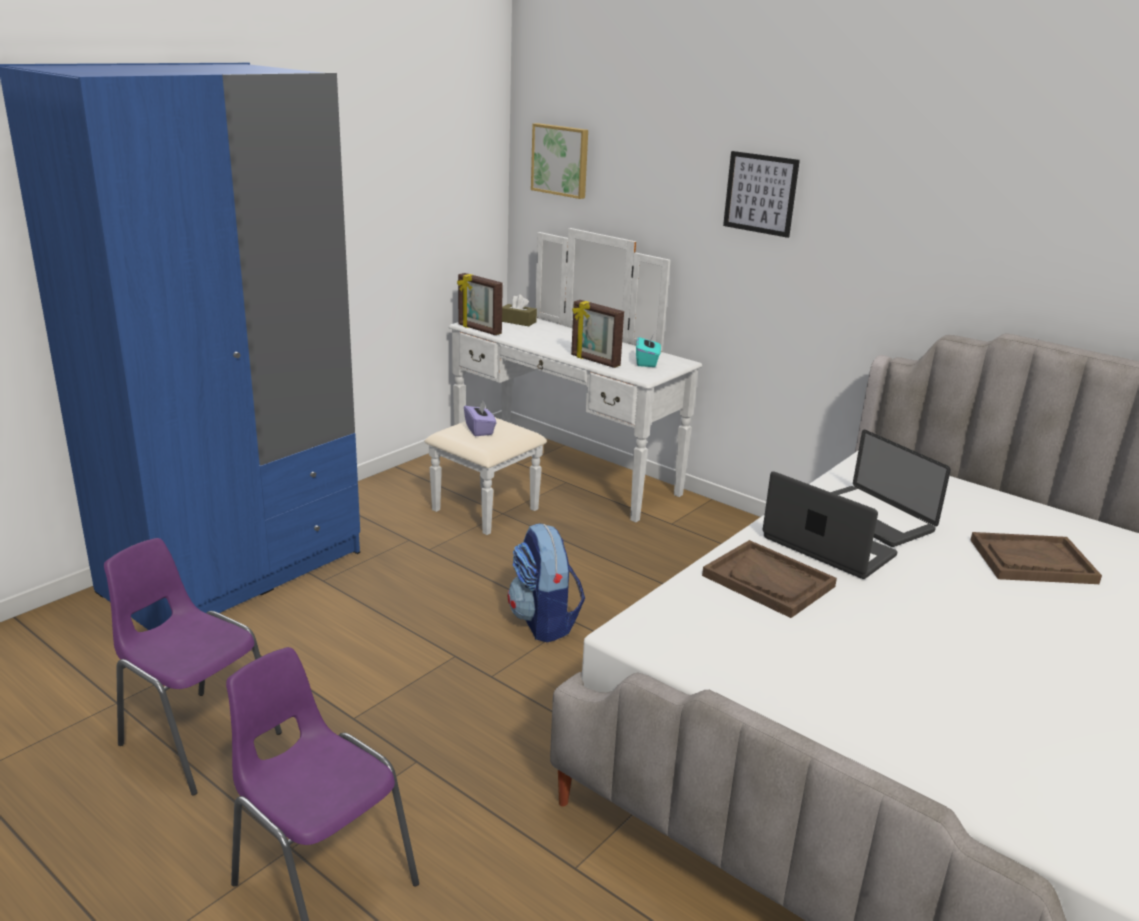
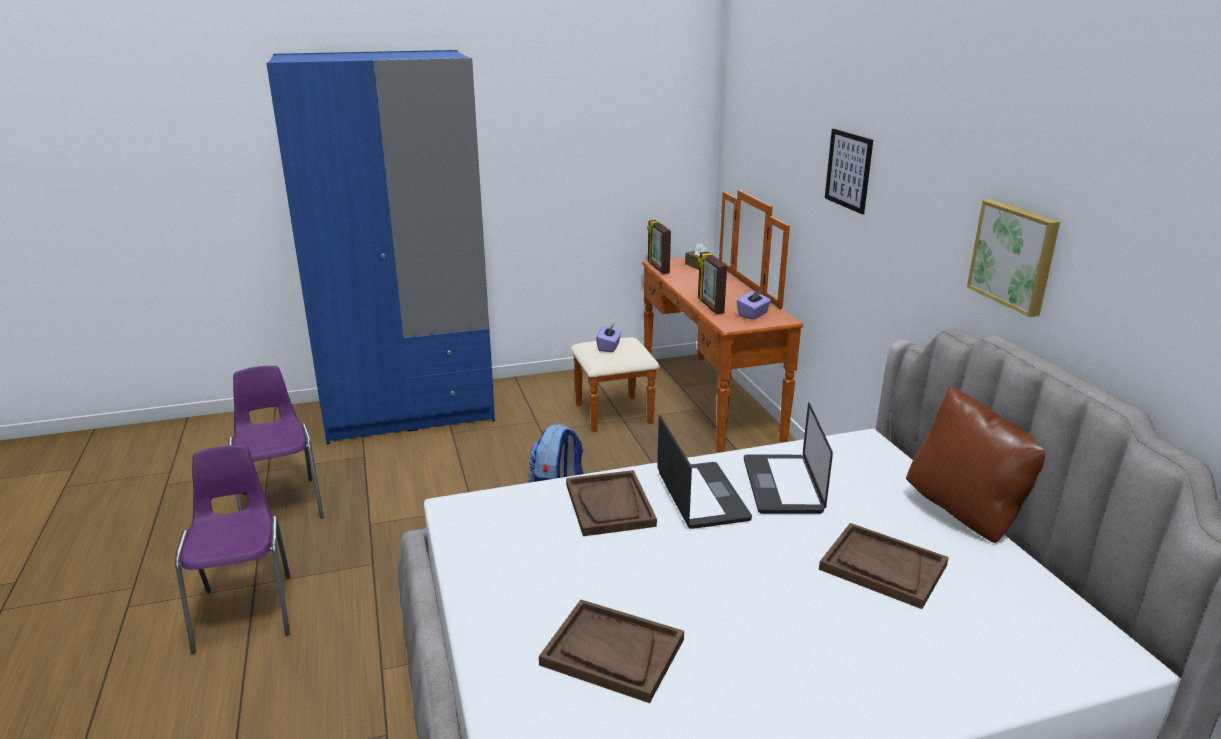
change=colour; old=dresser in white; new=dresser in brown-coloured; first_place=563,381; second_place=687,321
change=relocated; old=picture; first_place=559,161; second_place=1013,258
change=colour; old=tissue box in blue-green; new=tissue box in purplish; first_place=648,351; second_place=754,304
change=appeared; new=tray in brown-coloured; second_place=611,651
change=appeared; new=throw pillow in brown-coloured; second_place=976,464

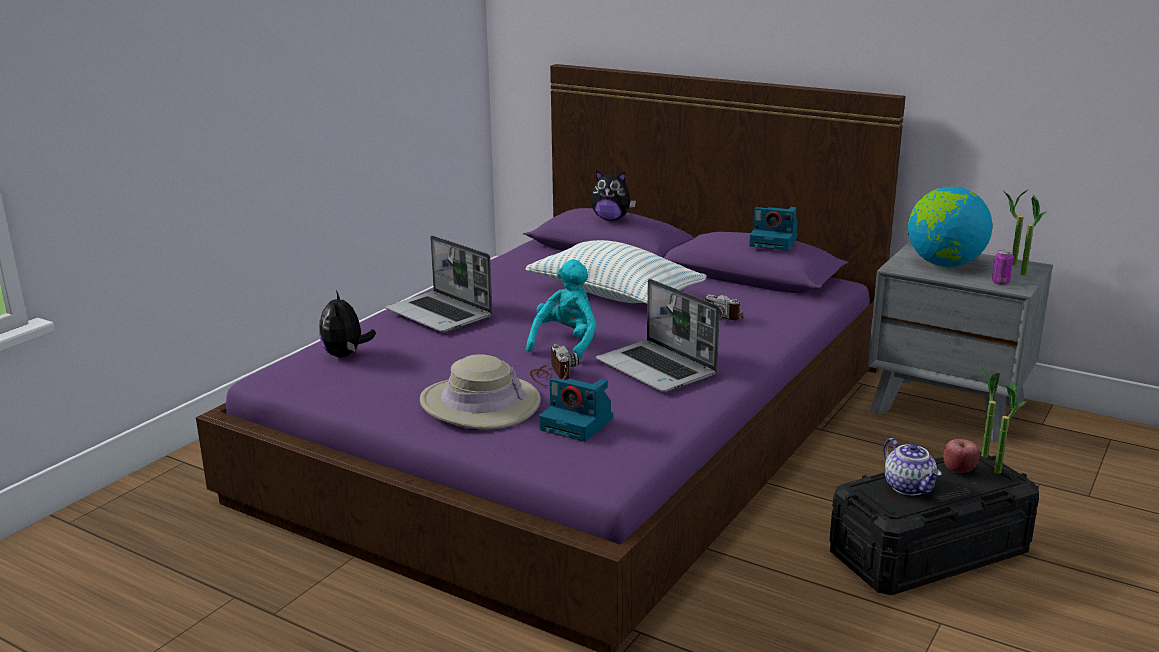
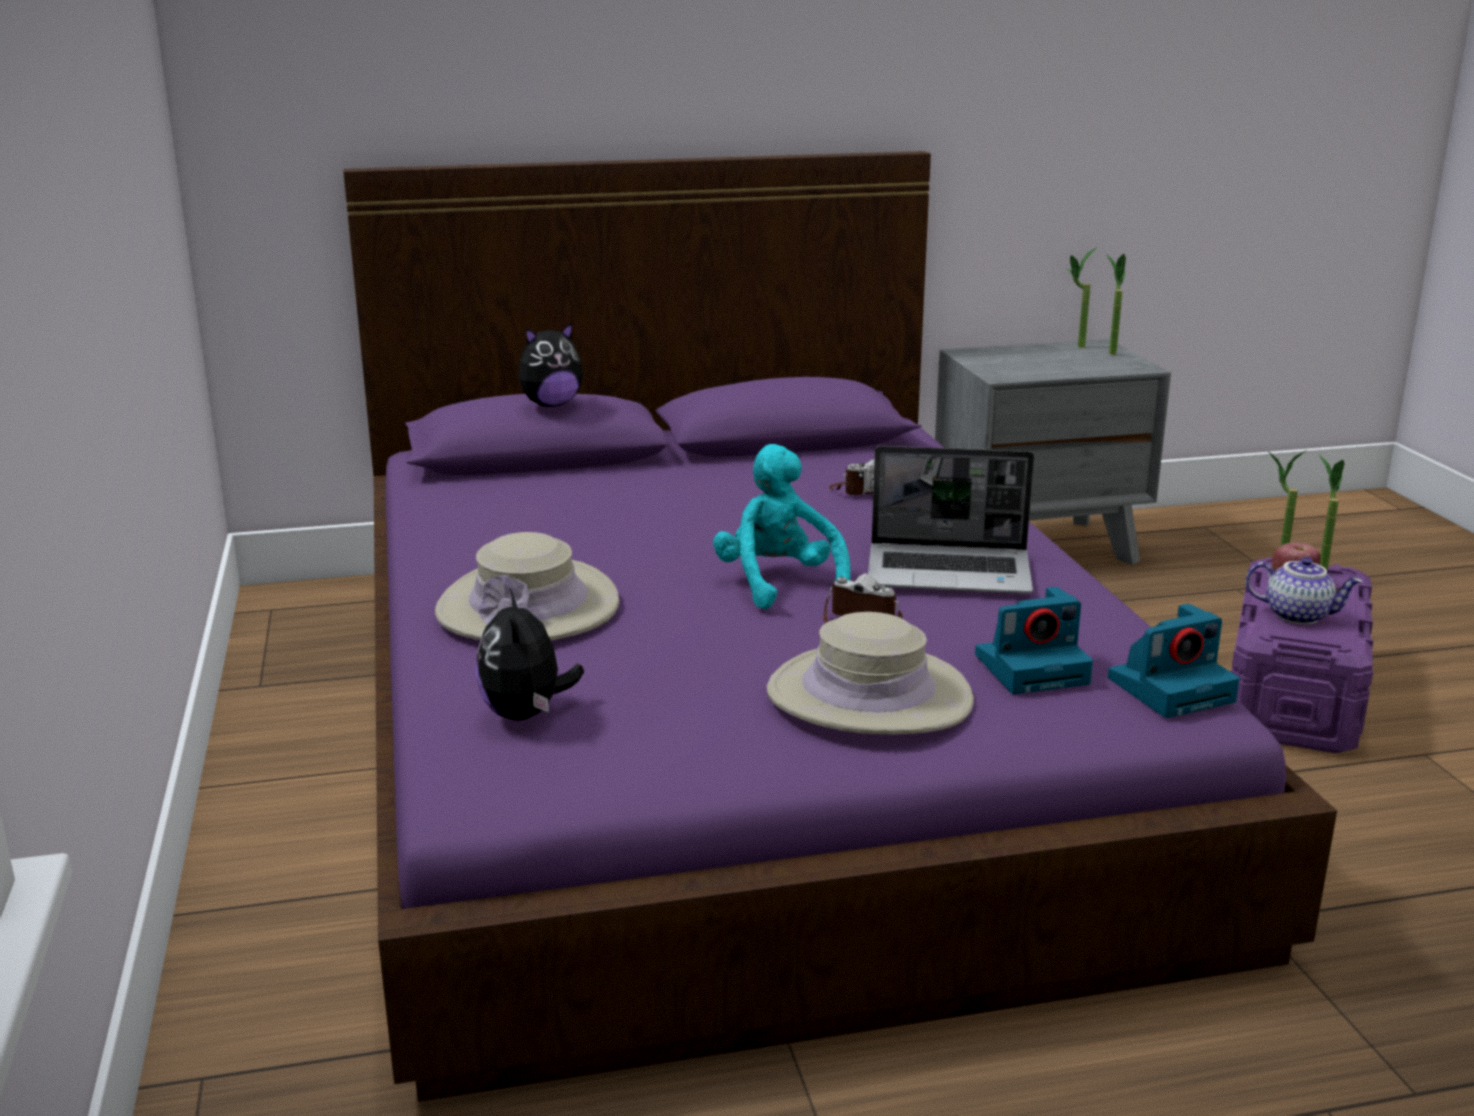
change=spun; old=cuddly toy; first_place=347,323; second_place=530,654; degrees=45
change=exchanged; old=notebook computer; new=wearable hat in sand-coloured; first_place=439,283; second_place=527,586
change=missing; old=throw pillow; first_place=616,272
change=relocated; old=photo camera; first_place=773,229; second_place=1174,660
change=colour; old=storage bin in blackish; new=storage bin in purplish; first_place=934,523; second_place=1302,655
change=missing; old=globe; first_place=950,226
change=missing; old=can; first_place=1003,267

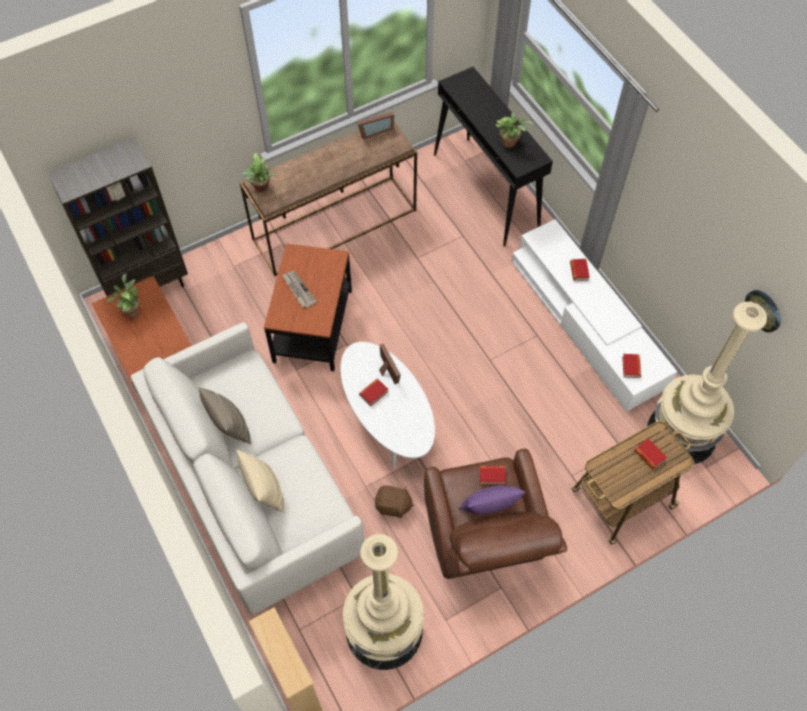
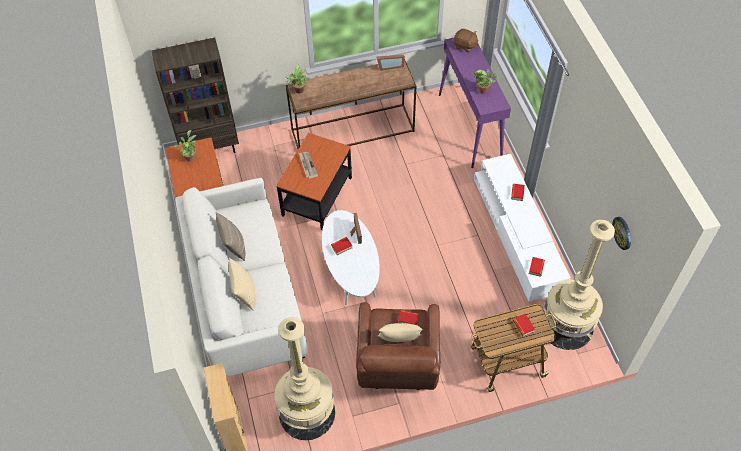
change=relocated; old=cuddly toy in brown-coloured; first_place=394,501; second_place=466,41
change=colour; old=hall table in blackish; new=hall table in purplish; first_place=493,157; second_place=475,103
change=colour; old=throw pillow in purplish; new=throw pillow in sand-coloured; first_place=492,499; second_place=400,332

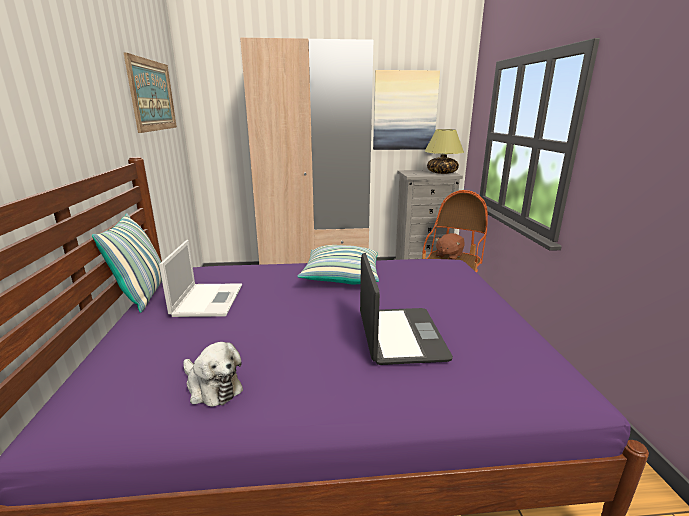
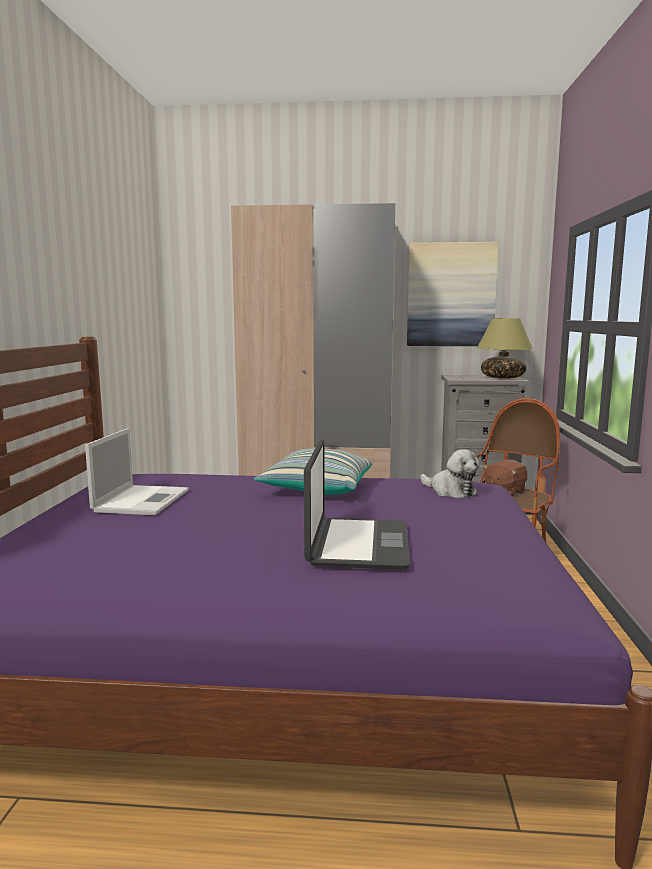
change=missing; old=throw pillow; first_place=127,263
change=missing; old=picture; first_place=150,93
change=relocated; old=cuddly toy; first_place=213,374; second_place=450,473

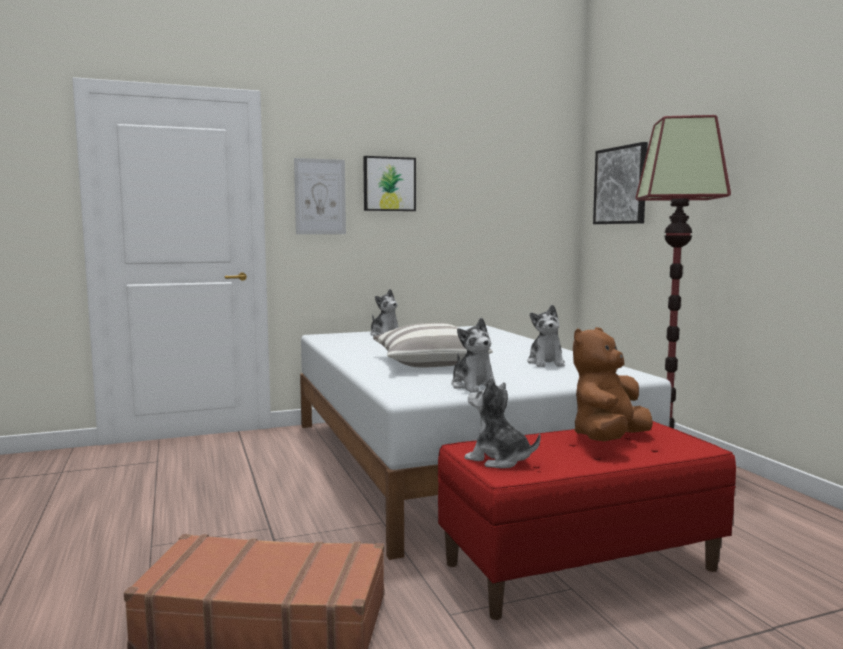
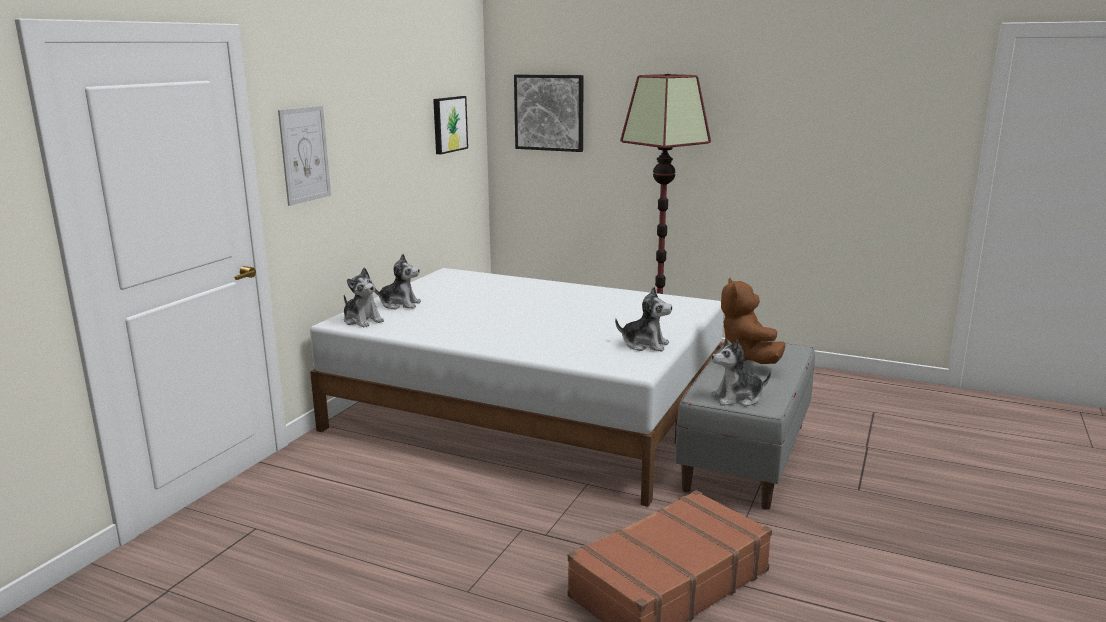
change=relocated; old=picture; first_place=389,183; second_place=450,125
change=missing; old=throw pillow; first_place=433,345
change=colour; old=bench in red; new=bench in gray; first_place=587,520; second_place=745,425
change=relocated; old=cuddly toy; first_place=546,336; second_place=364,298

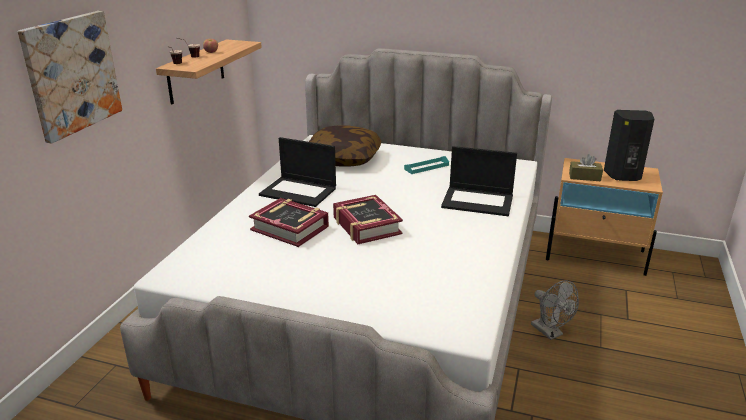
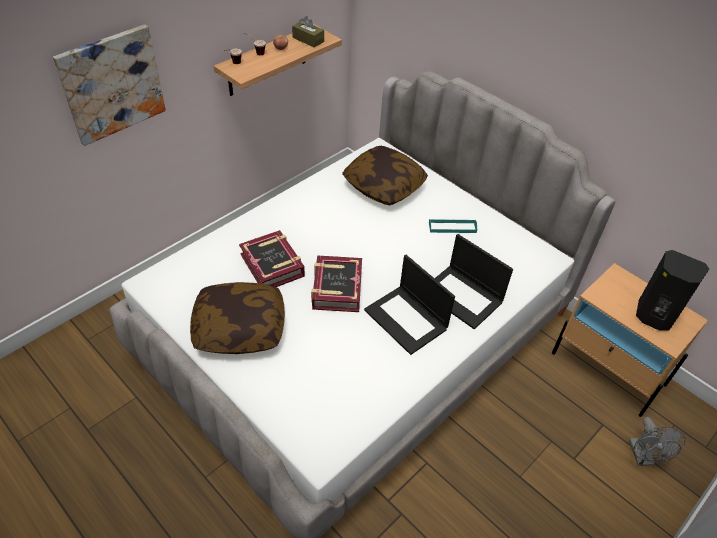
change=relocated; old=notebook computer; first_place=297,172; second_place=409,305
change=relocated; old=cooling fan in gray; first_place=555,310; second_place=657,441
change=relocated; old=tissue box in brown-coloured; first_place=586,167; second_place=308,31
change=appeared; new=throw pillow; second_place=237,318

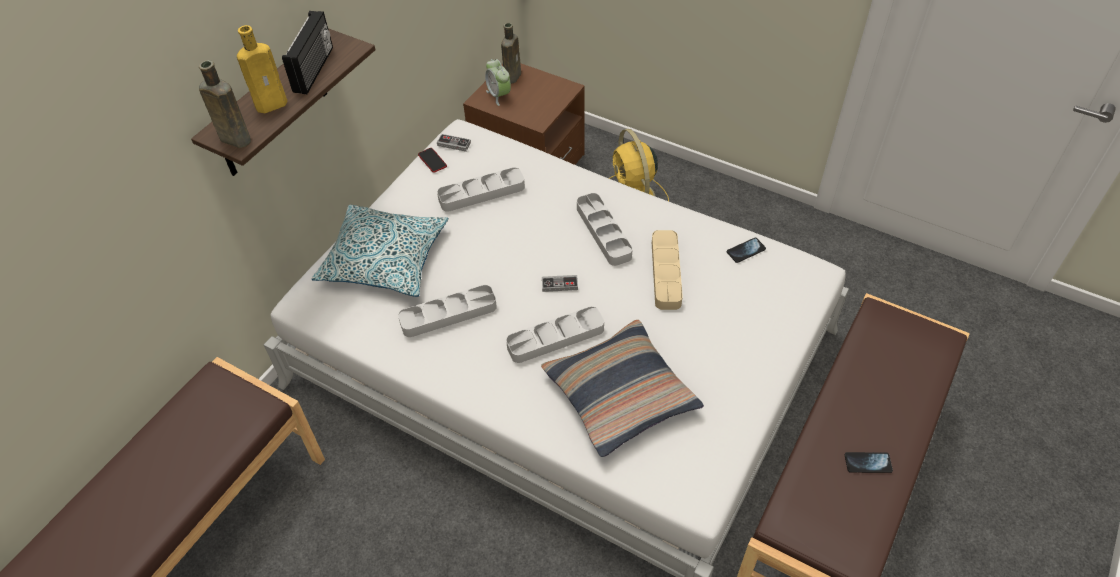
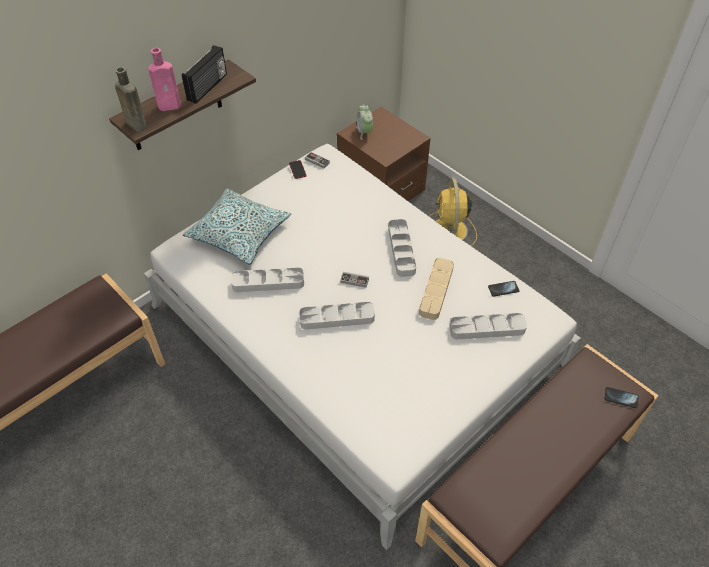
change=colour; old=drink bottle in yellow; new=drink bottle in pink-coloured; first_place=262,69; second_place=164,79
change=relocated; old=tray in gray; first_place=481,189; second_place=488,326
change=missing; old=drink bottle in brown-coloured; first_place=511,53
change=missing; old=throw pillow; first_place=622,388
change=relocated; old=handset; first_place=869,462; second_place=622,397

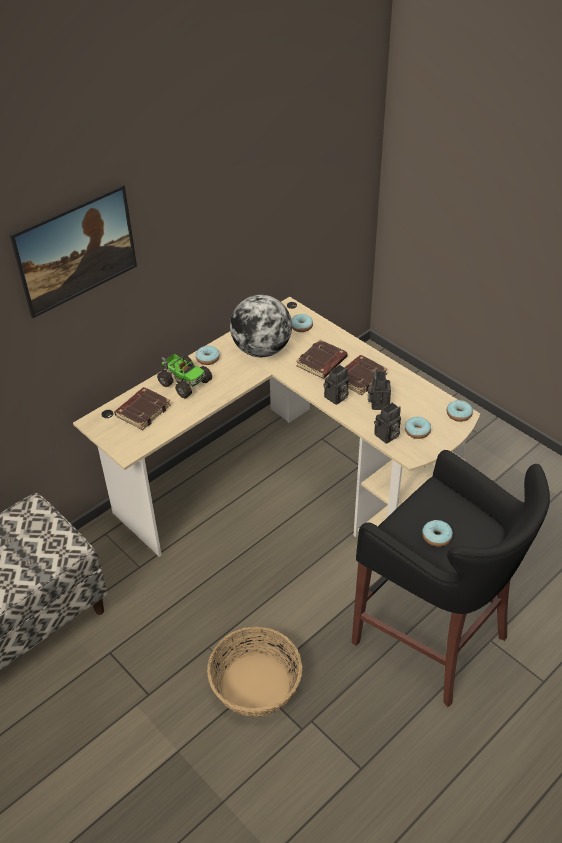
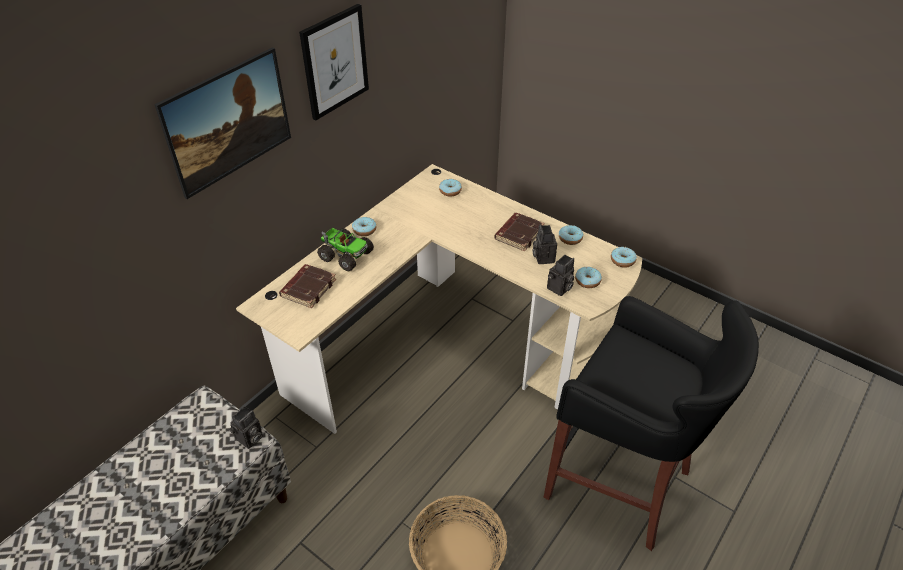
change=missing; old=globe; first_place=261,326
change=missing; old=bound book in brown-coloured; first_place=322,359
change=relocated; old=photo camera; first_place=336,385; second_place=246,427
change=relocated; old=ring doughnut; first_place=437,533; second_place=571,235
change=appeared; new=picture; second_place=334,62

